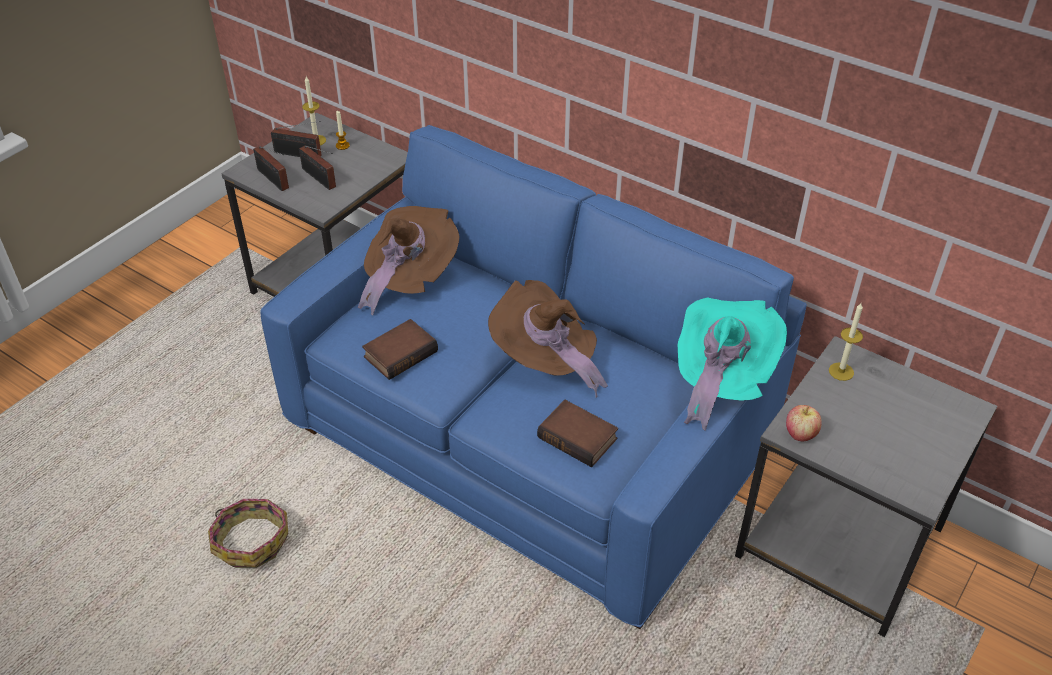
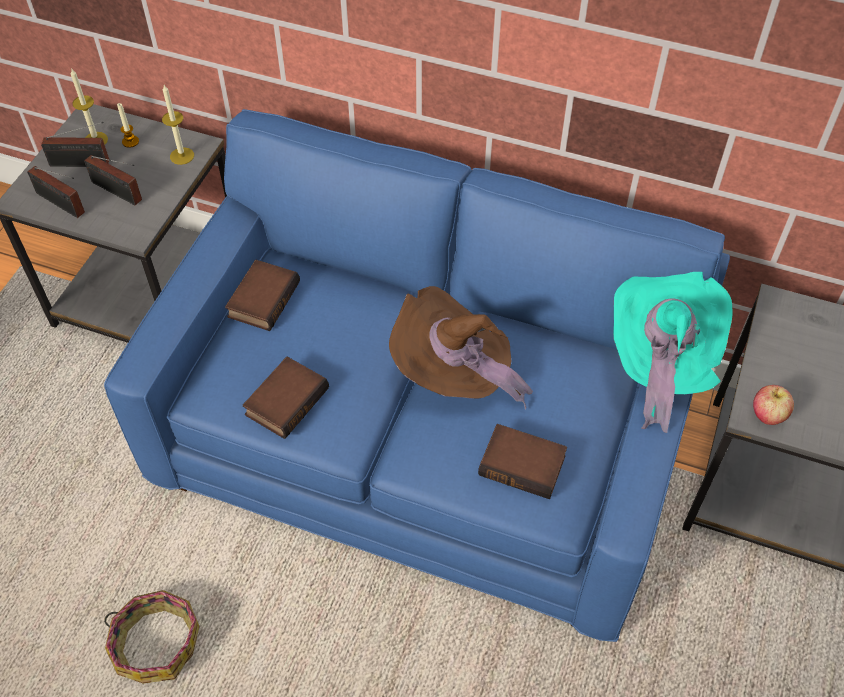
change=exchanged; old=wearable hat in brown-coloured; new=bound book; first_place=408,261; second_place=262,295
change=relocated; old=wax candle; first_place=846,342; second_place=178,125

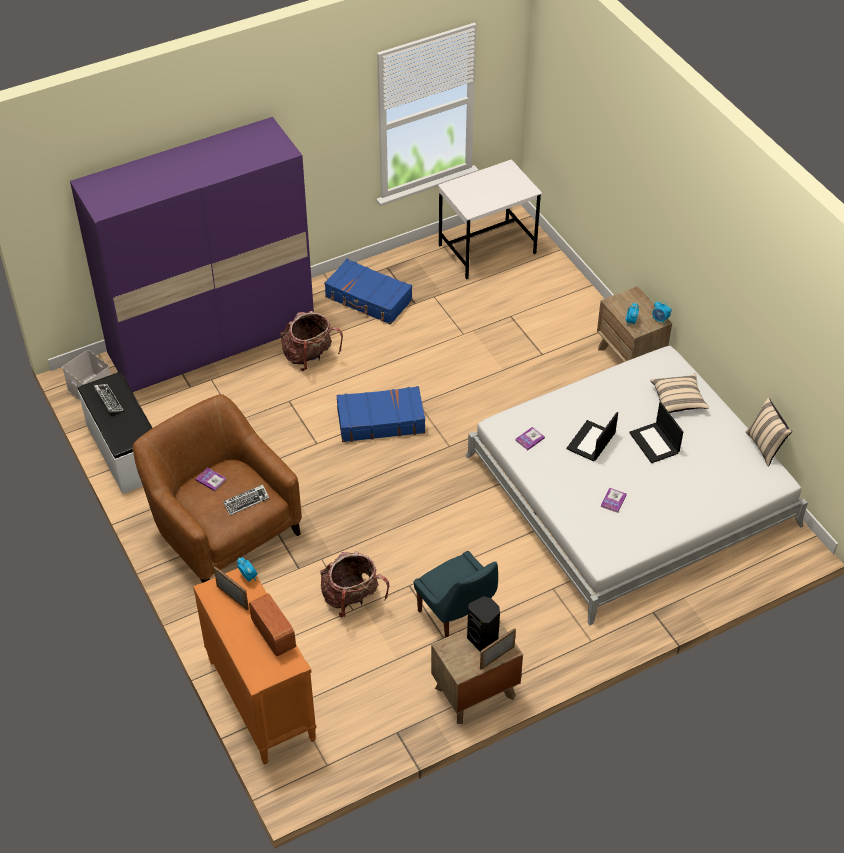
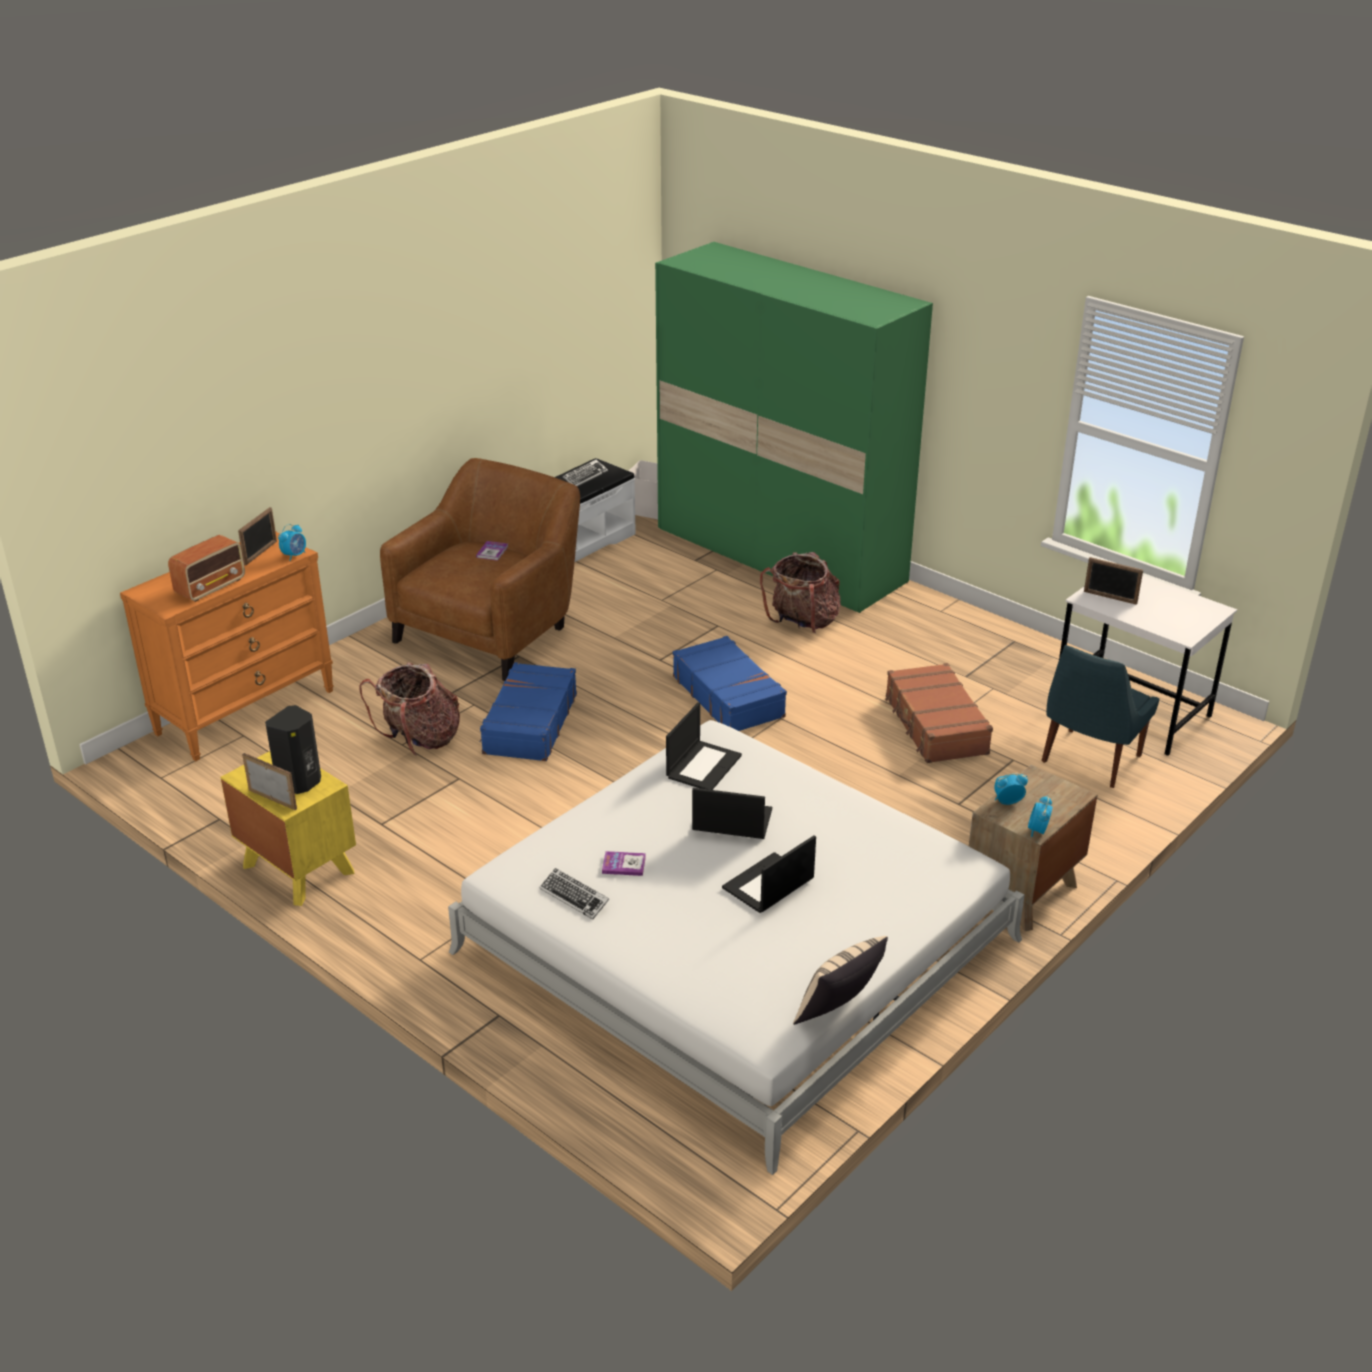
change=colour; old=clothes cupboard in purplish; new=clothes cupboard in green-coloured; first_place=192,254; second_place=794,427
change=relocated; old=PC keyboard; first_place=246,499; second_place=574,893
change=relocated; old=suitcase in bluish; first_place=368,292; second_place=528,711
change=relocated; old=upright chair in bluish; first_place=456,594; second_place=1100,716
change=colour; old=nightstand in brown-coloured; new=nightstand in yellow; first_place=477,672; second_place=288,828
change=exchanged; old=bound book; new=notebook computer; first_place=530,438; second_place=704,746
change=missing; old=throw pillow in sand-coloured; first_place=679,393
change=appeared; new=suitcase in brown-coloured; second_place=939,713
change=appeared; new=picture frame; second_place=1113,581

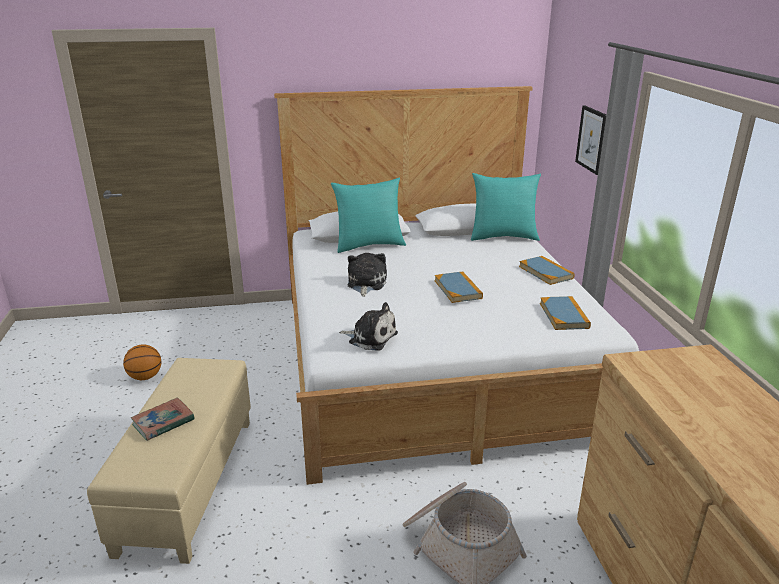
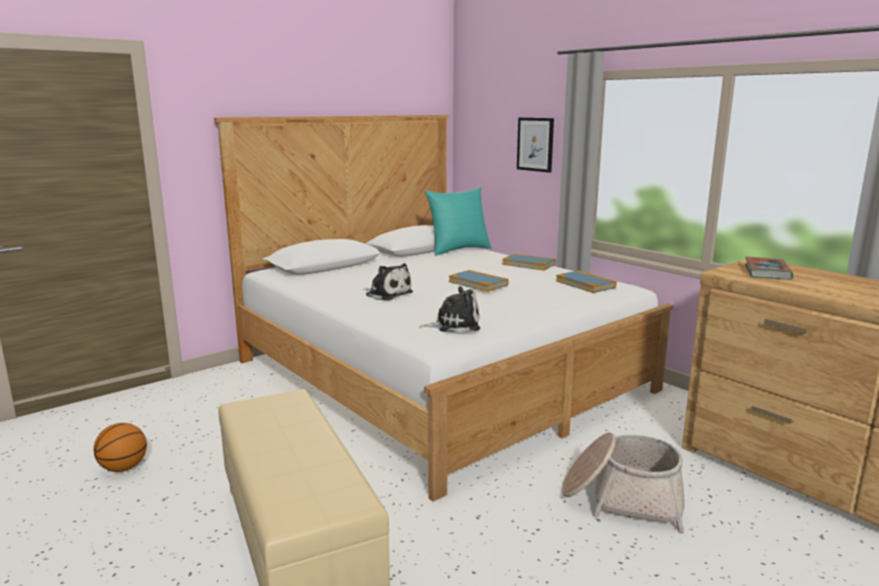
change=relocated; old=bound book; first_place=163,419; second_place=769,268
change=missing; old=throw pillow in blue-green; first_place=368,215
change=spun; old=cuddly toy; first_place=367,275; second_place=388,282; degrees=150

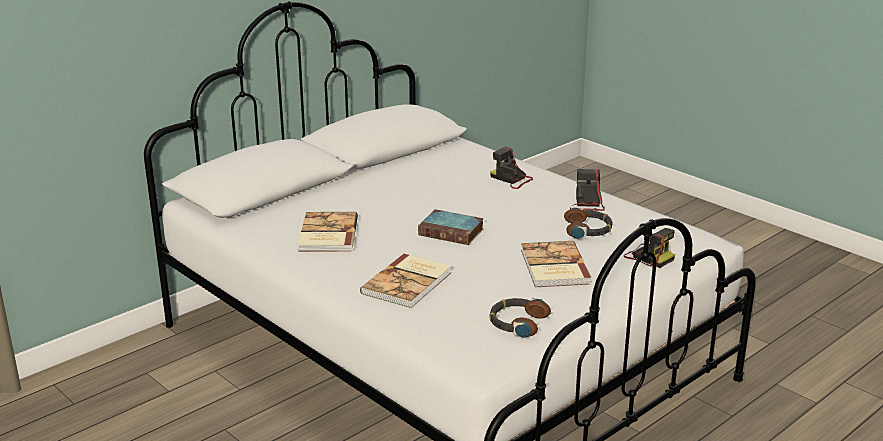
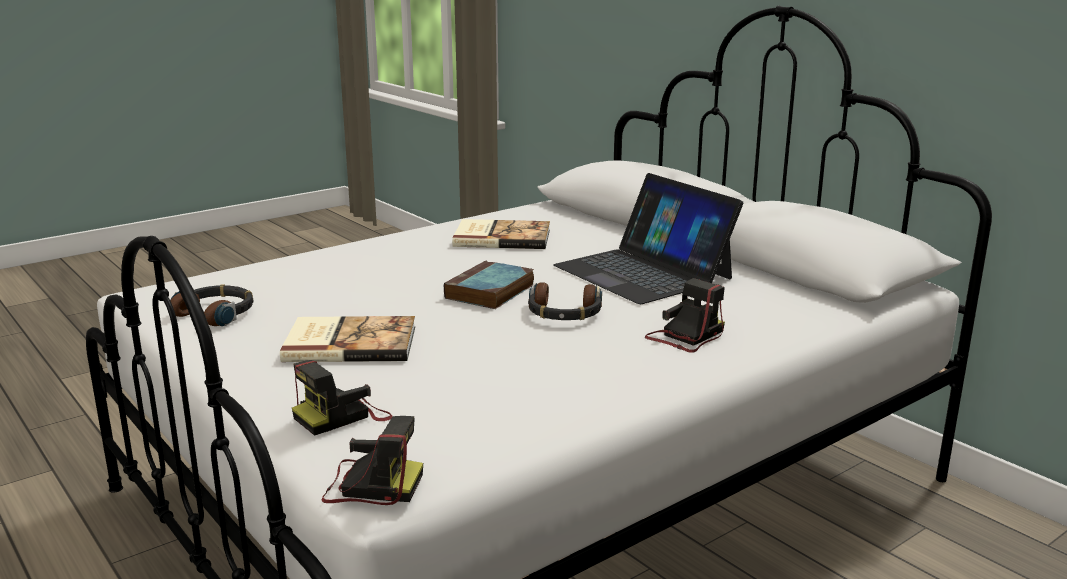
change=missing; old=bound book; first_place=405,281
change=relocated; old=headset; first_place=588,223; second_place=565,301
change=relocated; old=photo camera; first_place=587,190; second_place=372,460
change=appeared; new=notebook computer; second_place=648,238

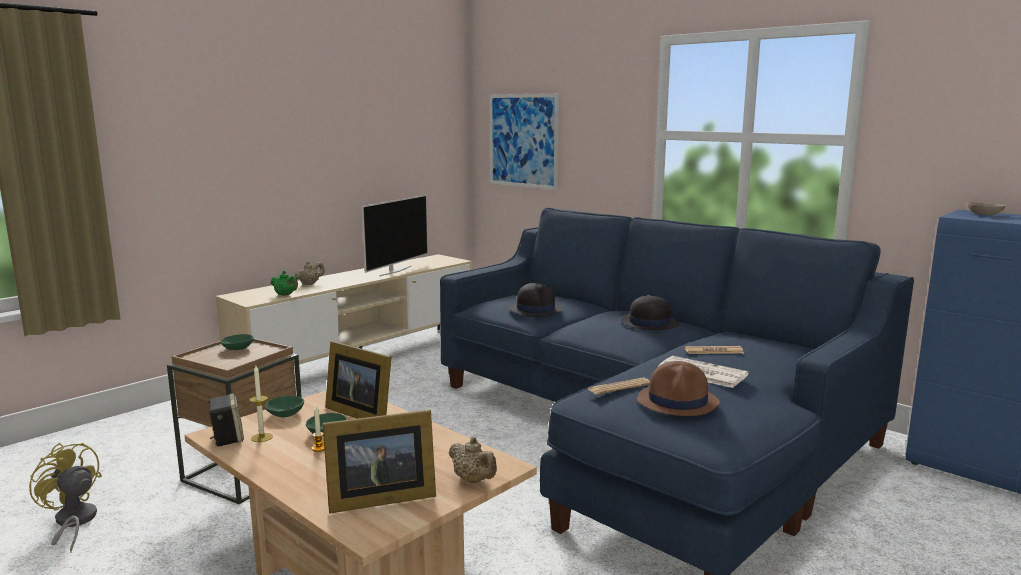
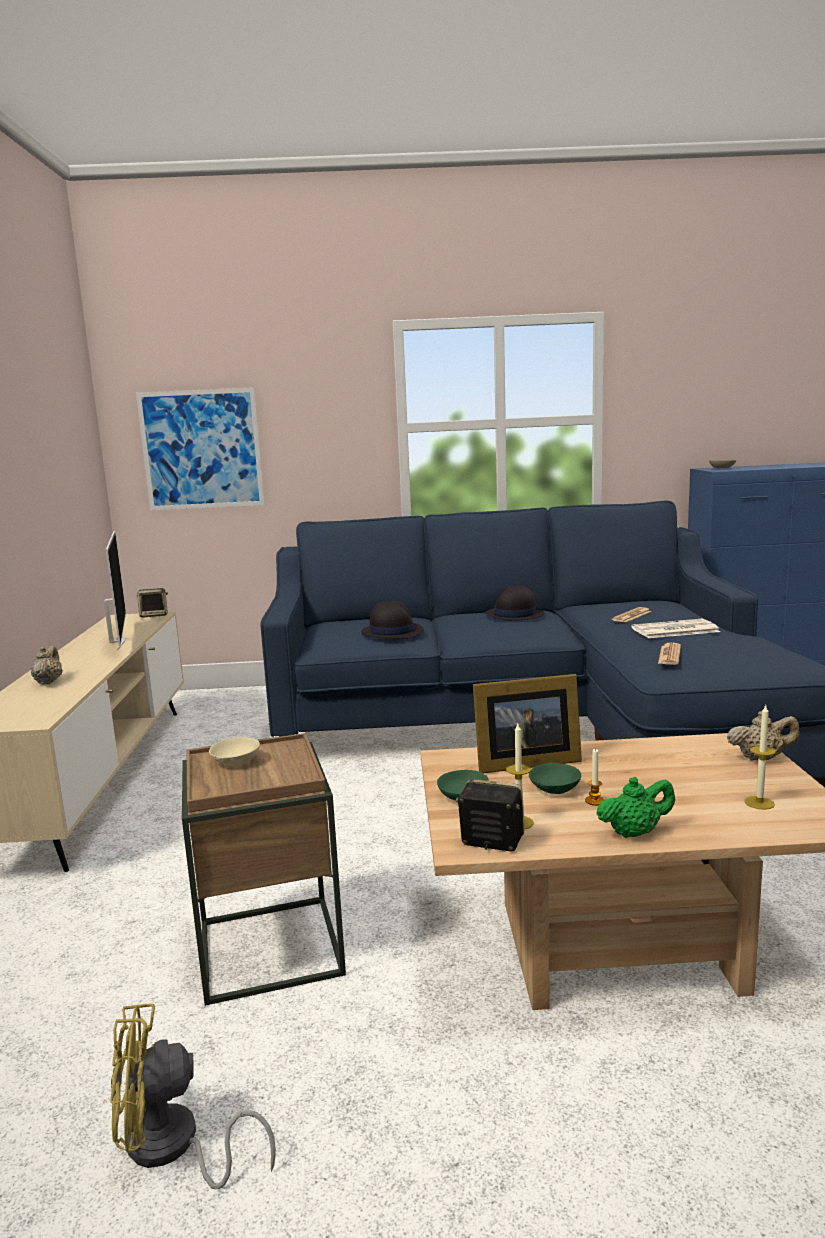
change=colour; old=bowl in green-coloured; new=bowl in sand-coloured; first_place=237,342; second_place=234,751
change=relocated; old=tea pot in green-coloured; first_place=284,283; second_place=635,807
change=exchanged; old=picture frame; new=wax candle; first_place=379,462; second_place=760,757
change=missing; old=wearable hat in brown-coloured; first_place=678,388
change=appeared; new=audio speaker; second_place=152,603

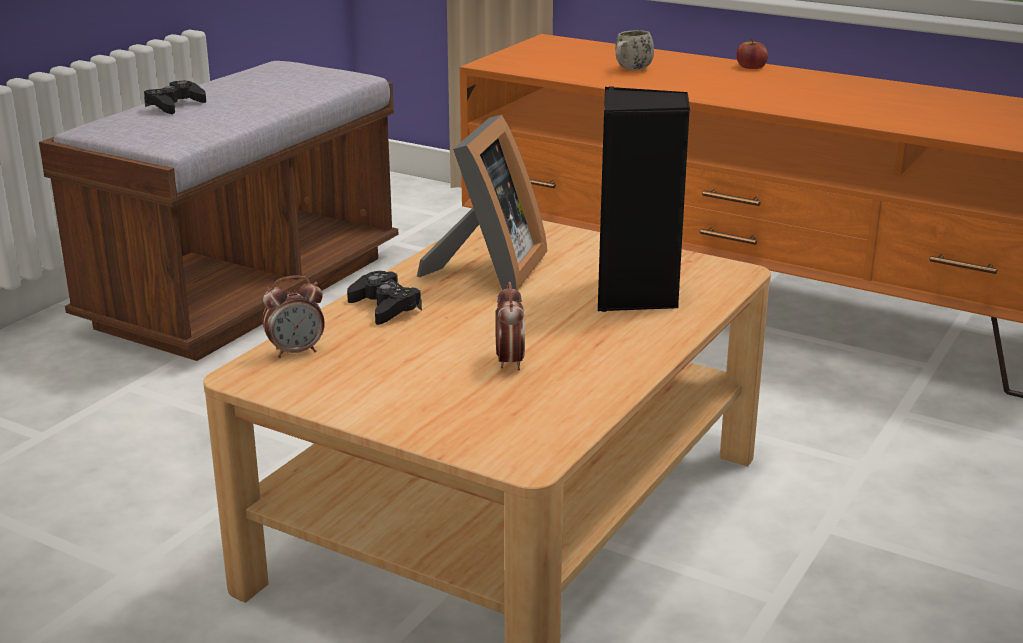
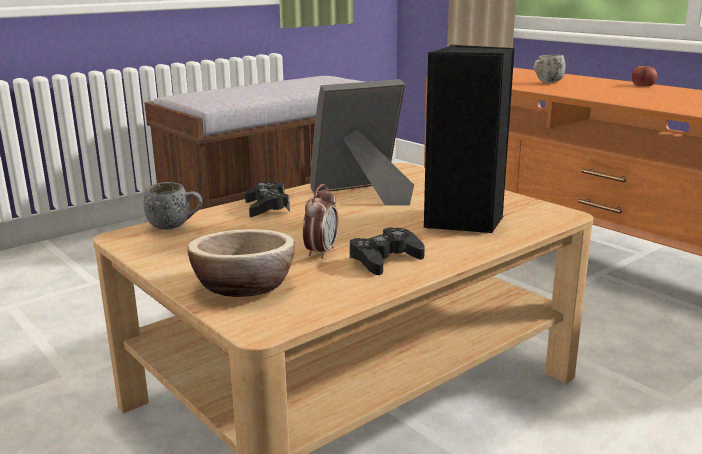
change=relocated; old=gamepad in blackish; first_place=175,97; second_place=387,251
change=exchanged; old=bedside clock; new=tea mug in gray; first_place=293,316; second_place=173,206
change=spun; old=picture frame; first_place=482,202; second_place=362,142; degrees=-150
change=appeared; new=bowl; second_place=241,263

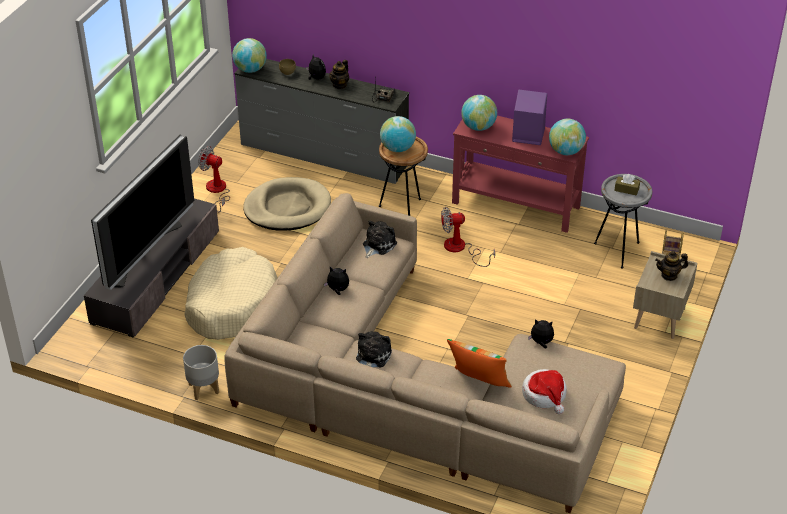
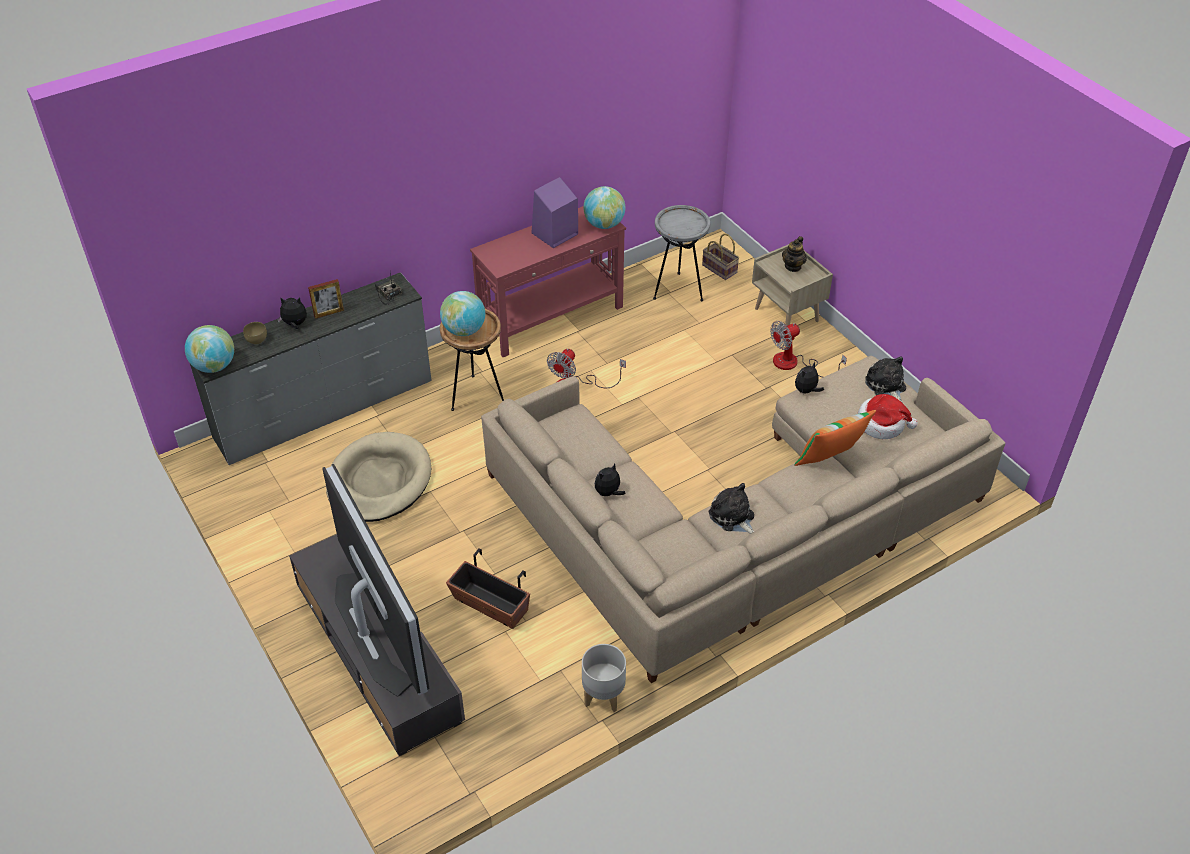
change=exchanged; old=pet bed in sand-coloured; new=flower pot; first_place=231,293; second_place=488,588
change=relocated; old=cooling fan; first_place=214,179; second_place=808,349
change=exchanged; old=tea pot; new=picture frame; first_place=339,74; second_place=326,299
change=relocated; old=cuddly toy; first_place=380,239; second_place=885,379
change=missing; old=globe; first_place=479,113
change=missing; old=tissue box in brown-coloured; first_place=627,184

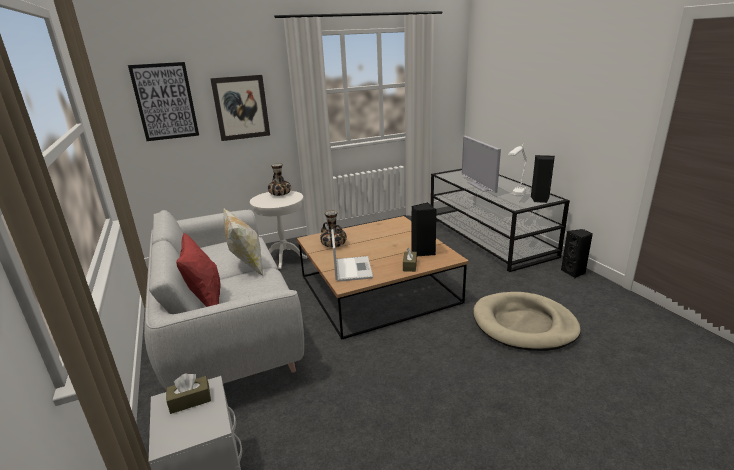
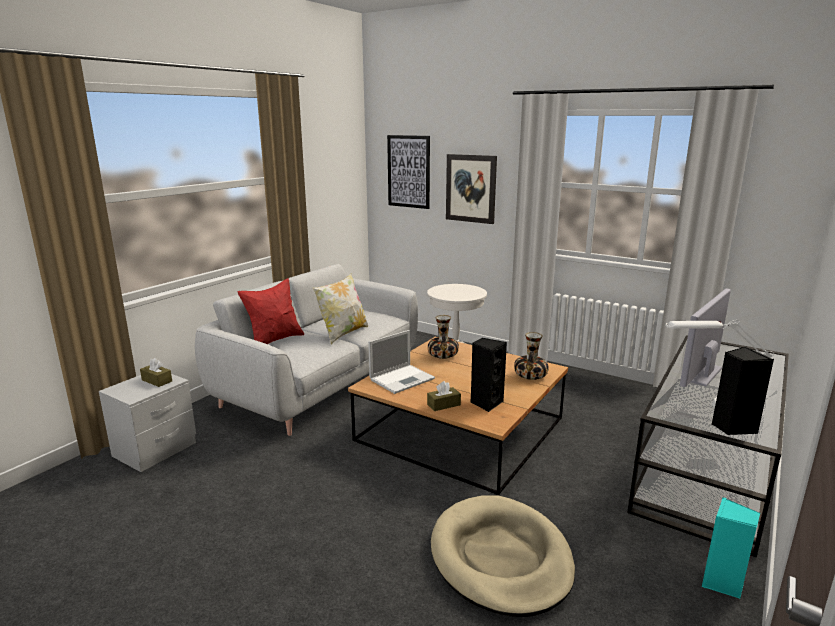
change=relocated; old=flower vase; first_place=279,179; second_place=531,356
change=colour; old=audio speaker in blackish; new=audio speaker in blue-green; first_place=577,253; second_place=731,547

